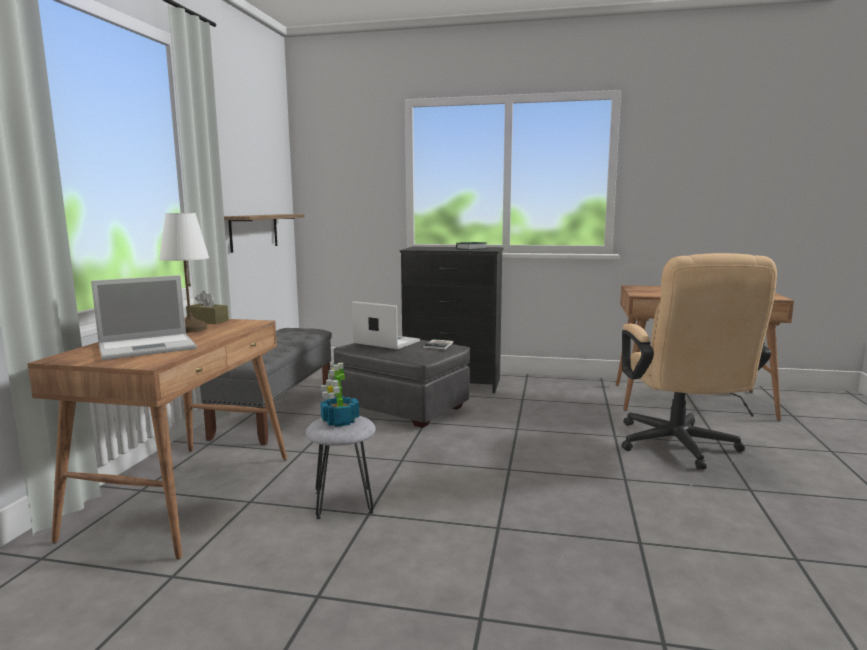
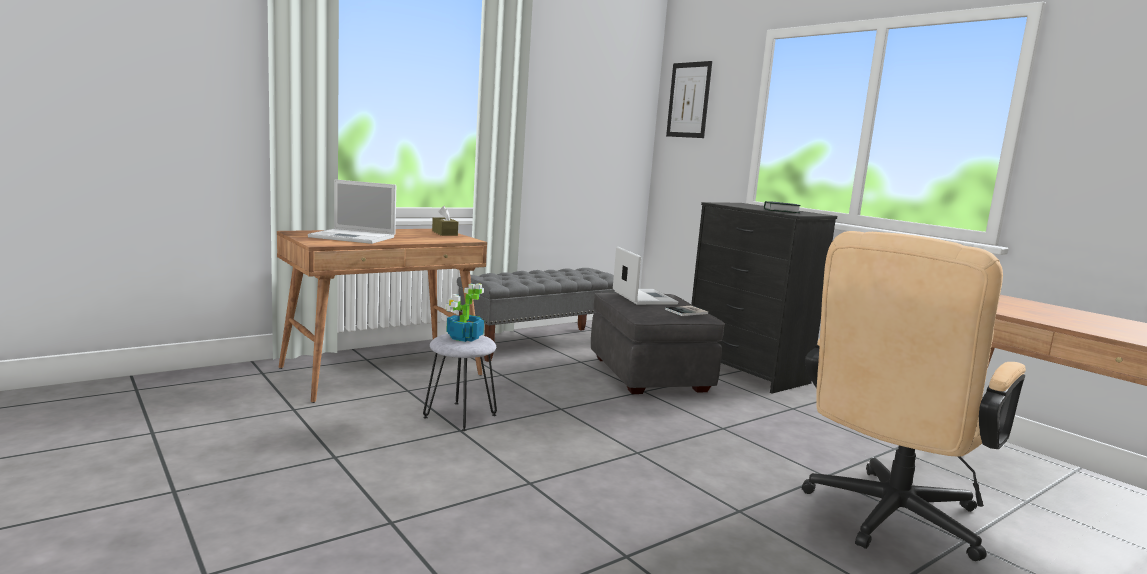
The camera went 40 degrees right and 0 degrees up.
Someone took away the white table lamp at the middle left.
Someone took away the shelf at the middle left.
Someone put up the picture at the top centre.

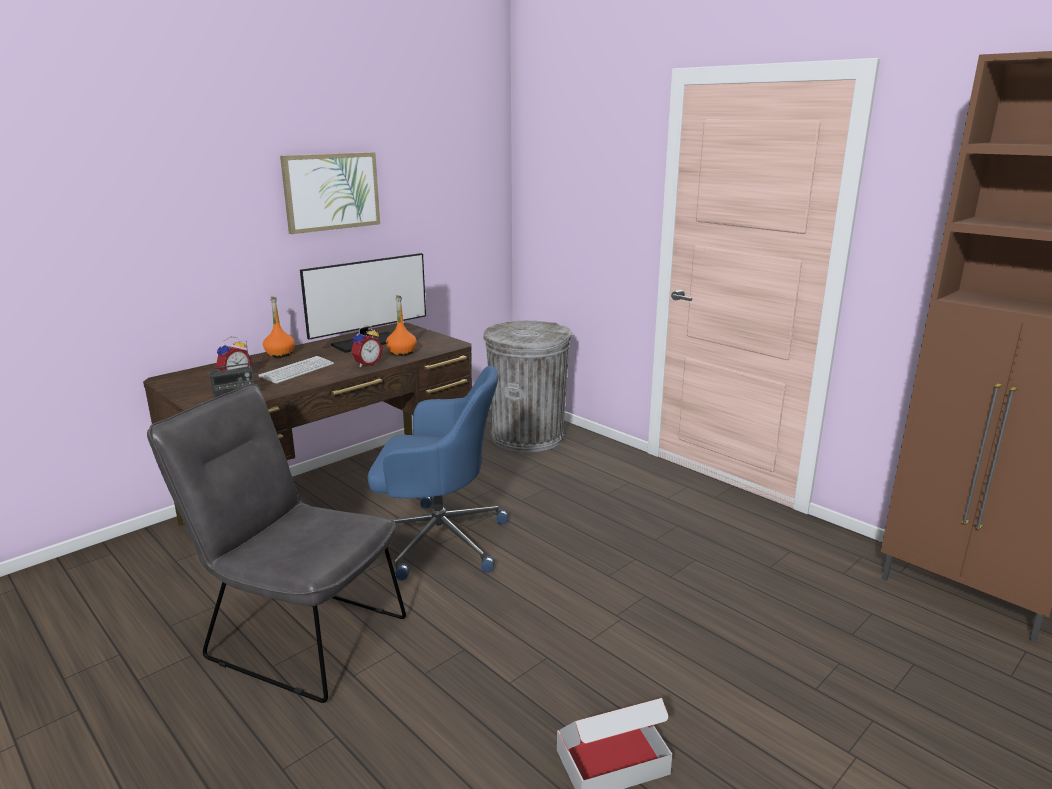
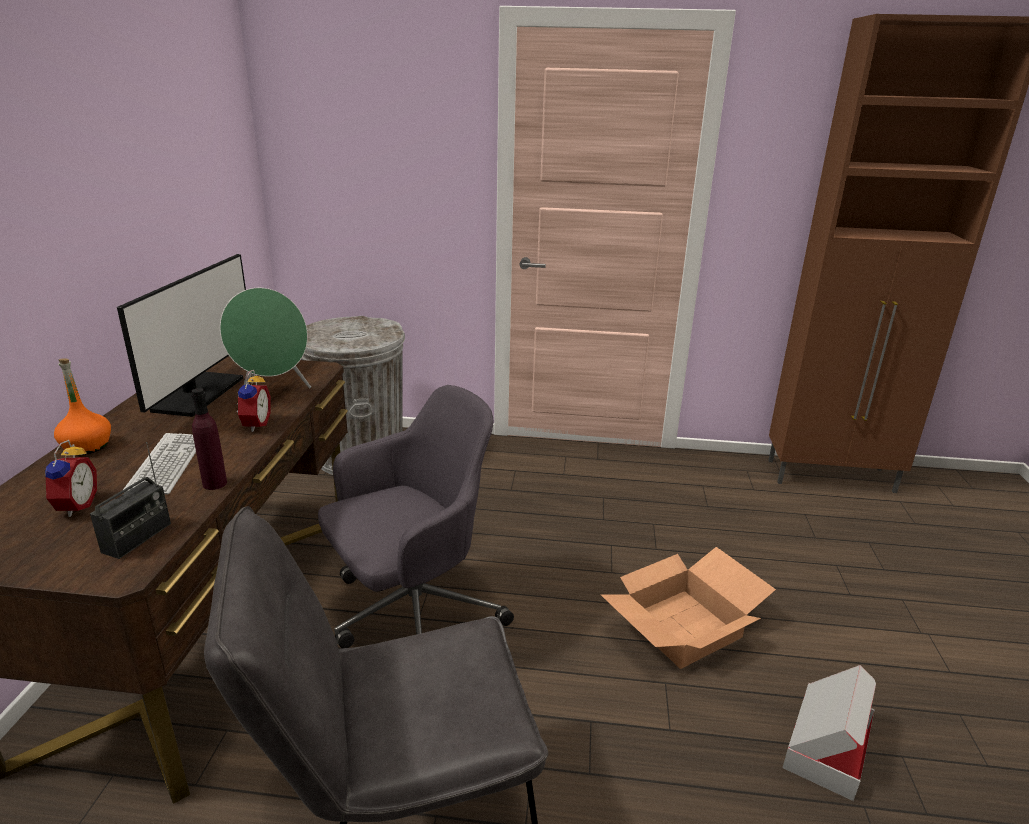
The camera went 40 degrees left and 5 degrees up.
Someone took away the picture at the top left.
Someone repainted the blue office chair at the centre, which became the grey office chair at the centre.
Someone swapped the orange bottle (no. 2 from left) at the centre for the green speaker at the middle left.
Someone put down the purple bottle at the middle left.
Someone put down the cardboard box (no. 1 from left) at the bottom right.

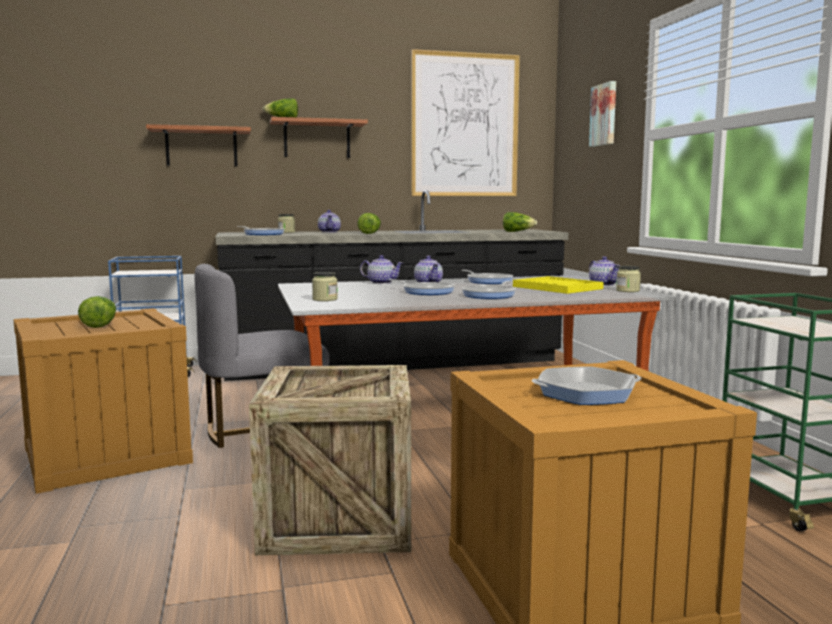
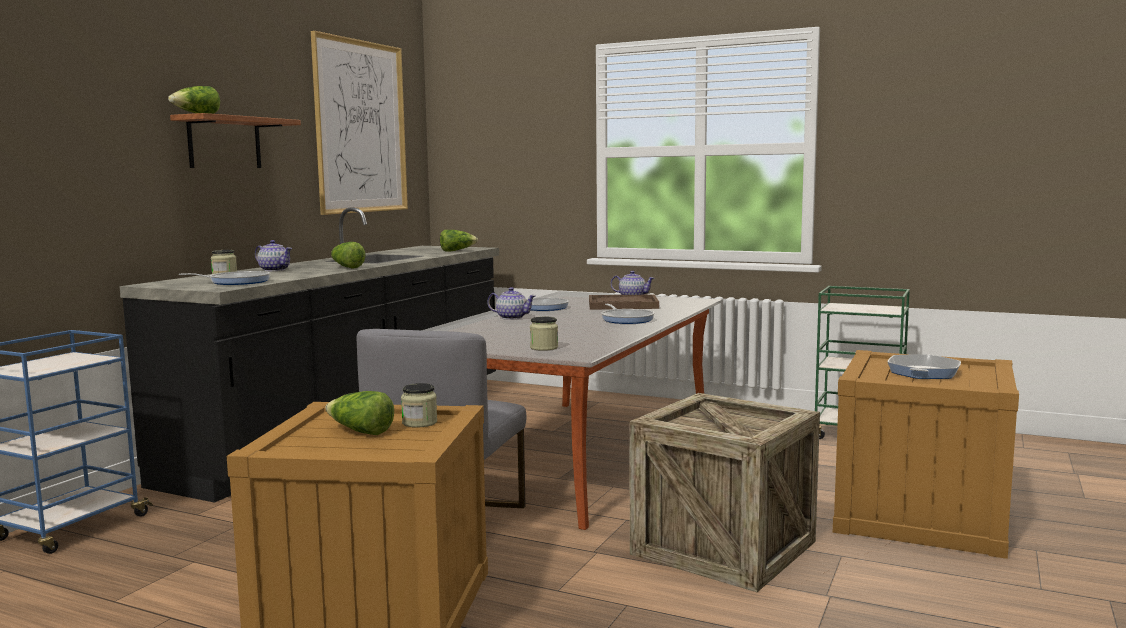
The camera went 50 degrees left and 0 degrees up.
Someone took away the shelf (no. 1 from left) at the top left.
Someone took away the teapot (no. 2 from left) at the centre.
Someone took away the frying pan (no. 2 from left) at the centre.
Someone repainted the yellow tray at the middle right, which became the brown tray at the centre.
Someone took away the picture (no. 2 from left) at the top right.
Someone carried the jar (no. 3 from left in the first image) from the middle right to the centre.

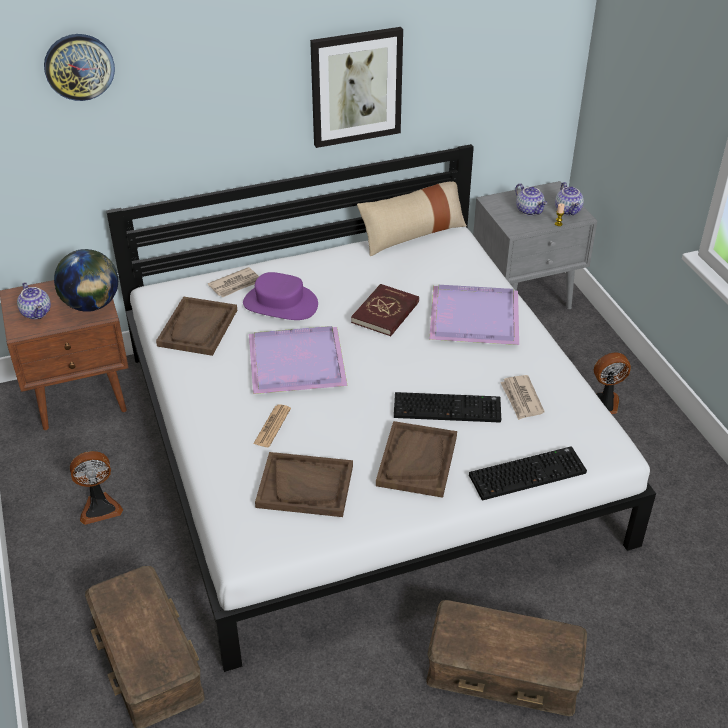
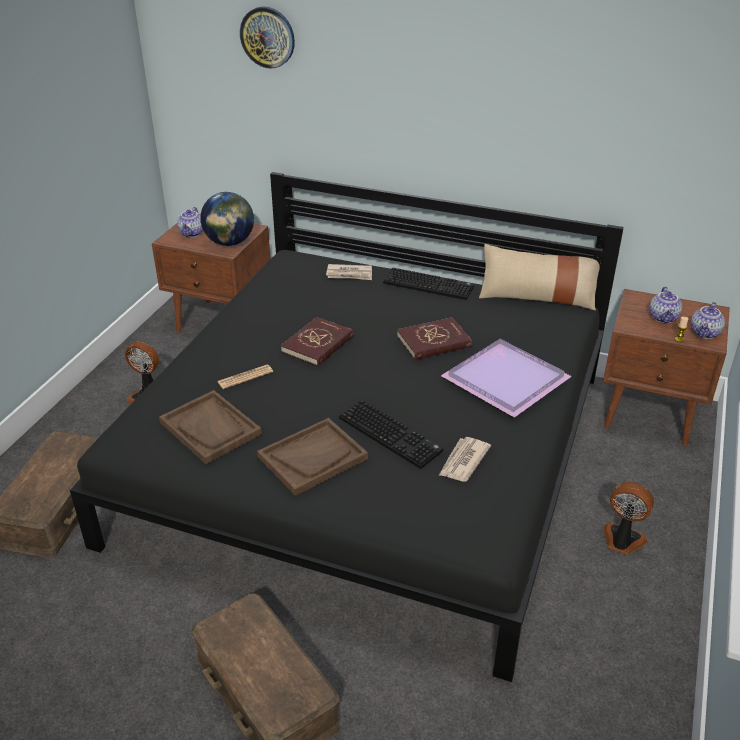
The camera went 40 degrees right and 5 degrees down.
Someone repainted the white bed at the centre, which became the black bed at the centre.
Someone took away the brown tray (no. 1 from left) at the middle left.
Someone took away the purple hat at the centre.
Someone swapped the purple tray (no. 1 from left) at the centre for the red book (no. 1 from left) at the centre.
Someone took away the picture at the top centre.
Someone carried the keyboard (no. 2 from left) from the middle right to the centre.
Someone repainted the grey nightstand at the middle right, which became the brown nightstand (no. 2 from left) at the middle right.

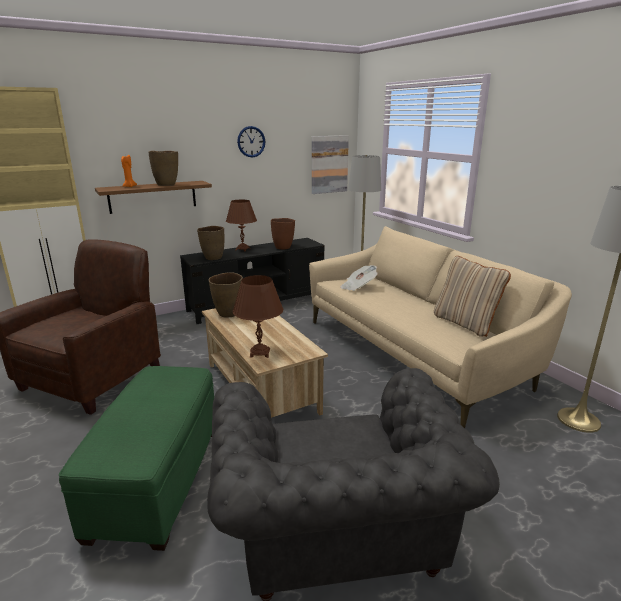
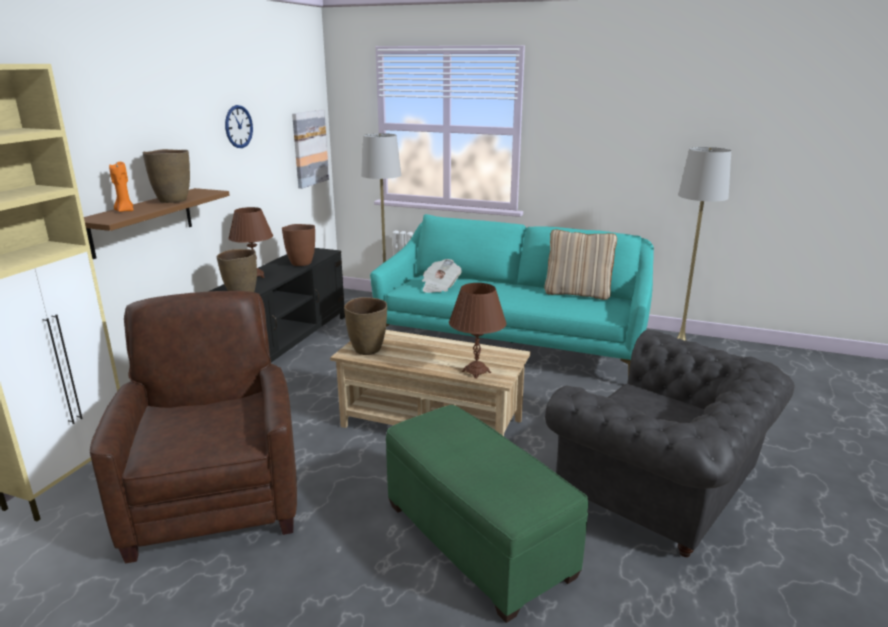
The camera went 40 degrees left and 0 degrees up.
Someone repainted the beige sofa at the middle right, which became the turquoise sofa at the centre.

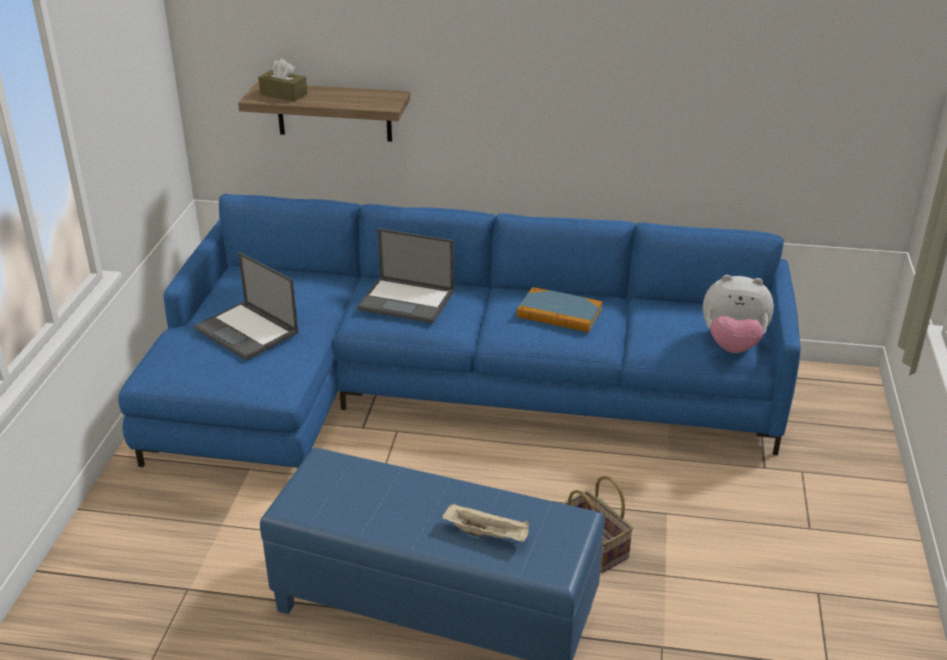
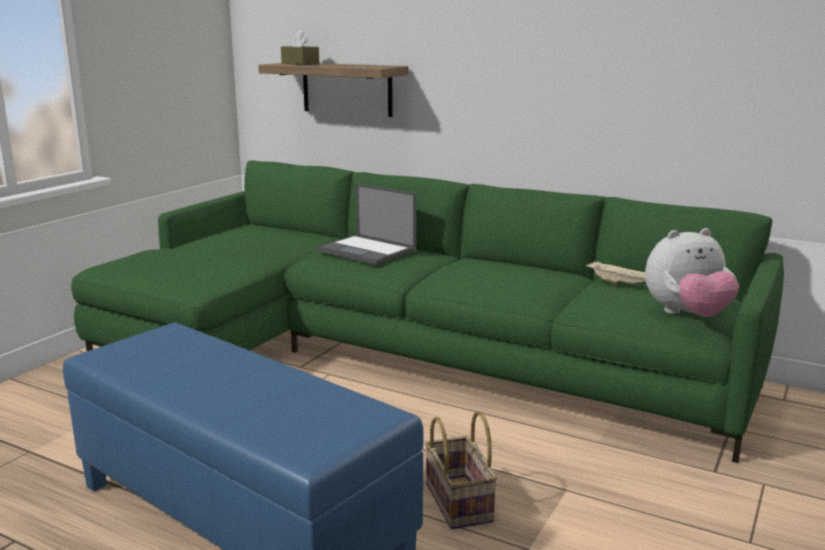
The camera went 20 degrees right and 15 degrees down.
Someone repainted the blue sofa at the centre, which became the green sofa at the centre.
Someone took away the laptop (no. 1 from left) at the middle left.
Someone carried the beige tray from the bottom centre to the middle right.
Someone took away the book at the centre.
Someone rotated the plush toy at the middle right by 45 degrees counterclockwise.

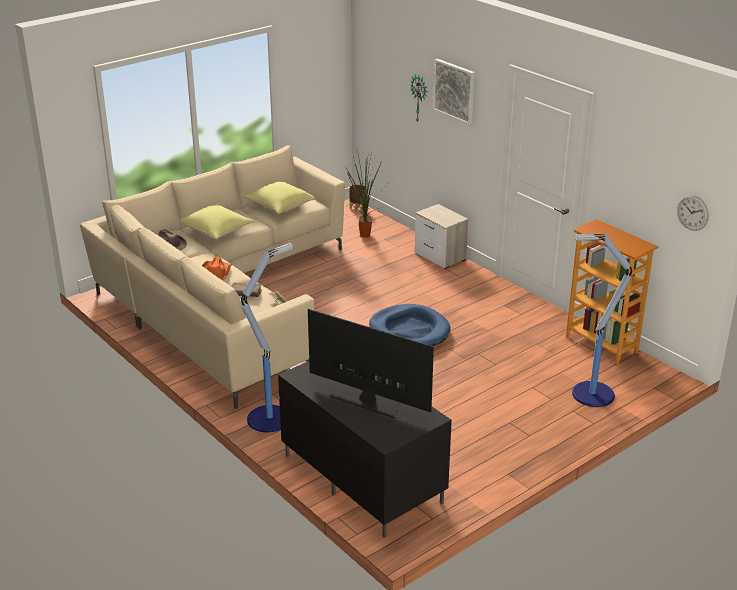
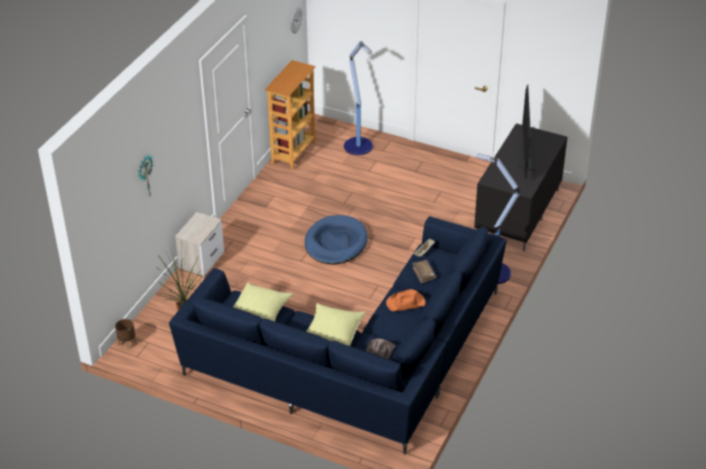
The camera went 115 degrees left and 10 degrees up.
Someone repainted the beige sofa at the middle left, which became the blue sofa at the bottom centre.
Someone took away the picture at the top centre.

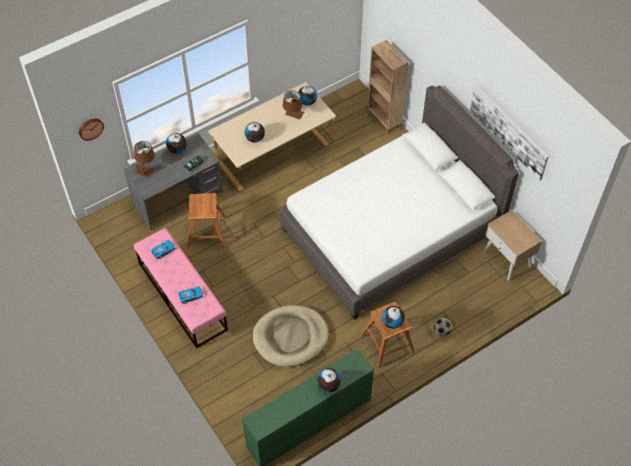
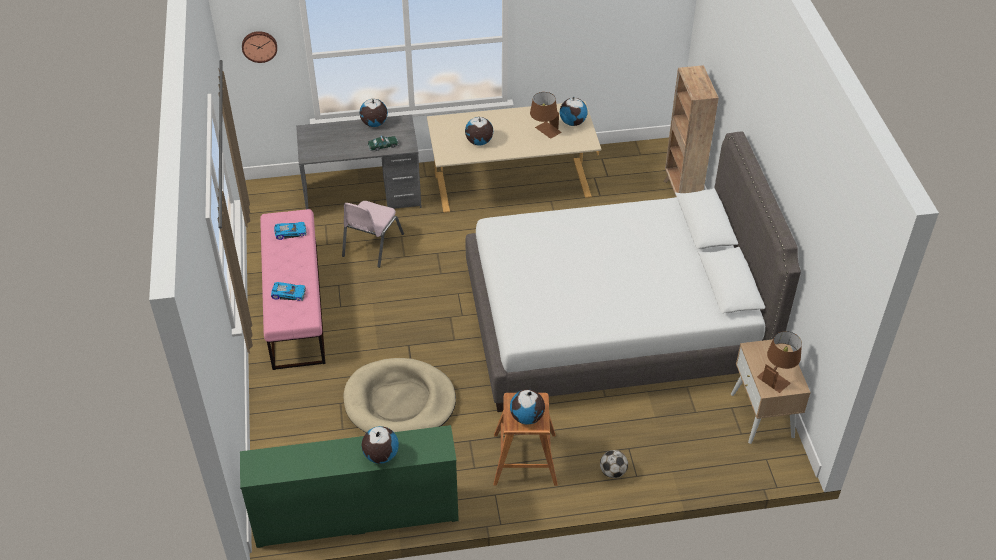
The camera went 25 degrees right and 10 degrees down.
Someone carried the brown table lamp (no. 1 from left in the first image) from the middle left to the middle right.
Someone swapped the brown stool (no. 1 from left) at the middle left for the pink chair at the centre.
Someone took away the picture at the top right.

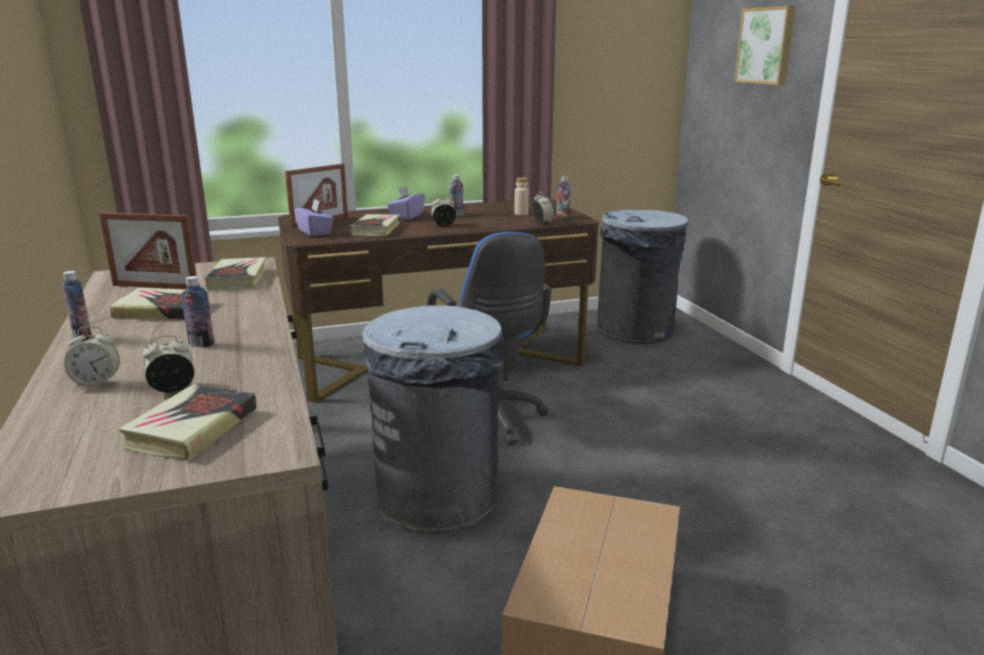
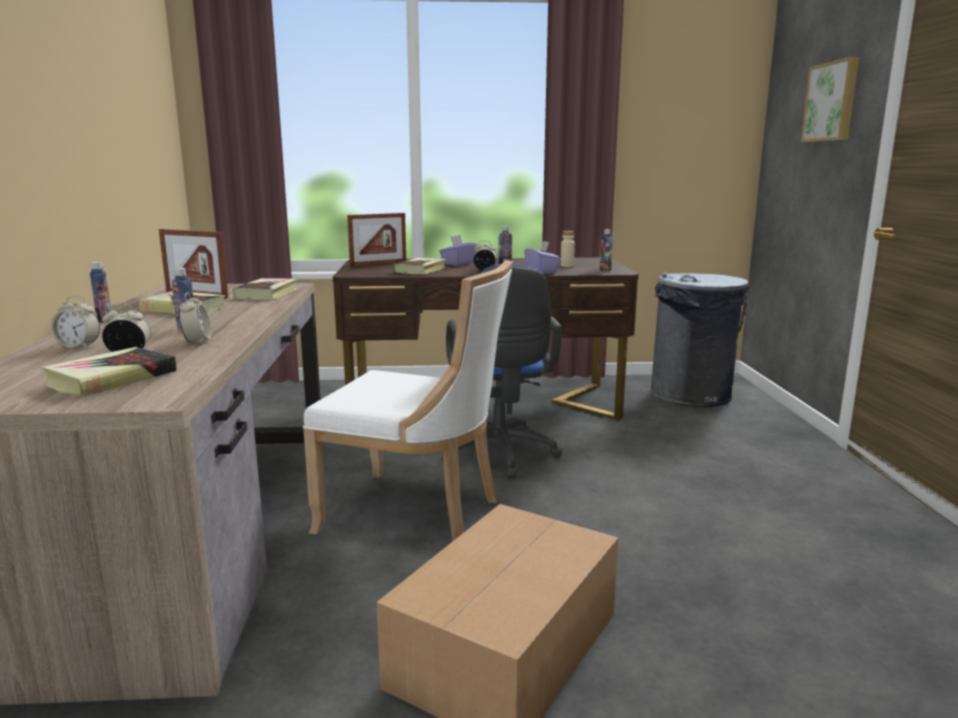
The camera went 15 degrees right and 5 degrees down.
Someone carried the purple tissue box (no. 1 from left in the first image) from the top left to the centre.
Someone swapped the grey trash can (no. 1 from left) at the centre for the white chair at the centre.
Someone carried the alarm clock (no. 4 from left in the first image) from the top centre to the middle left.

